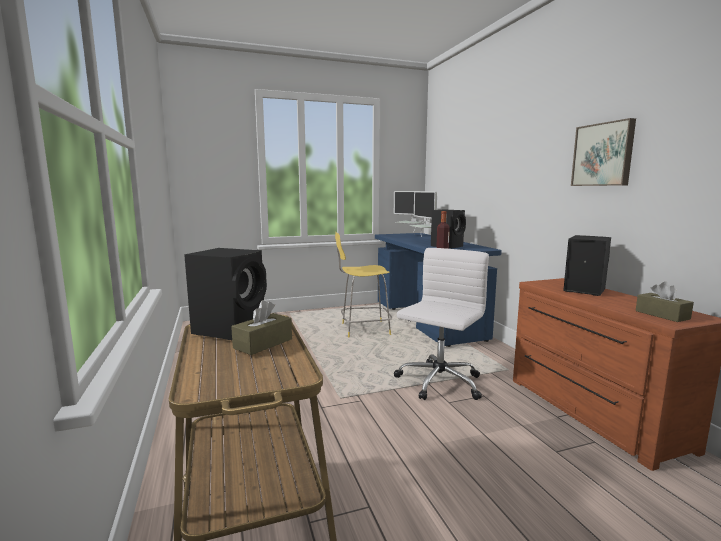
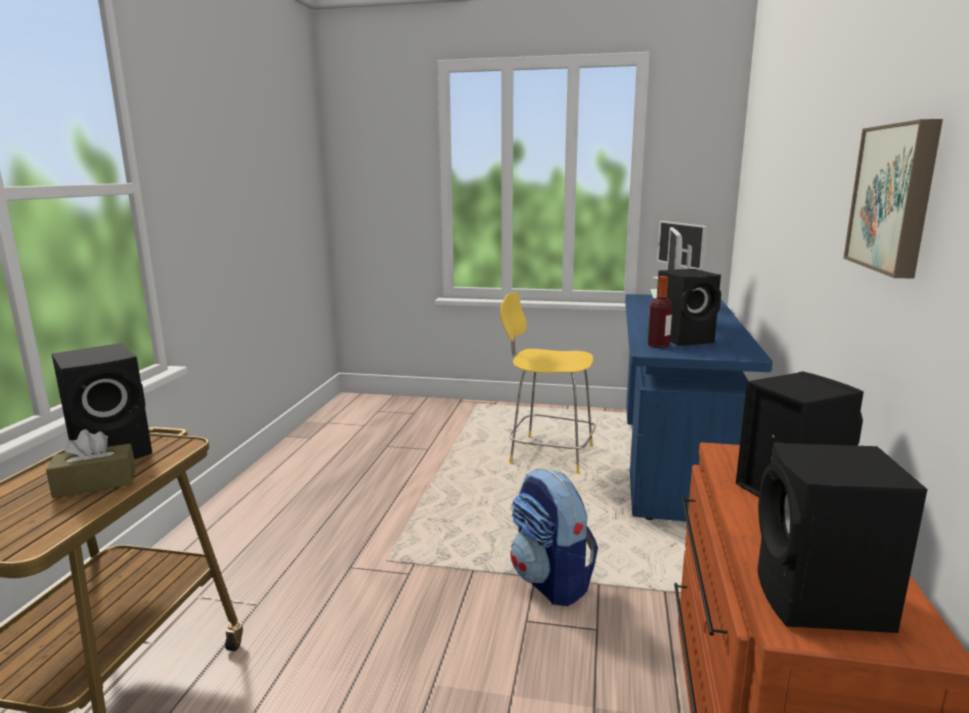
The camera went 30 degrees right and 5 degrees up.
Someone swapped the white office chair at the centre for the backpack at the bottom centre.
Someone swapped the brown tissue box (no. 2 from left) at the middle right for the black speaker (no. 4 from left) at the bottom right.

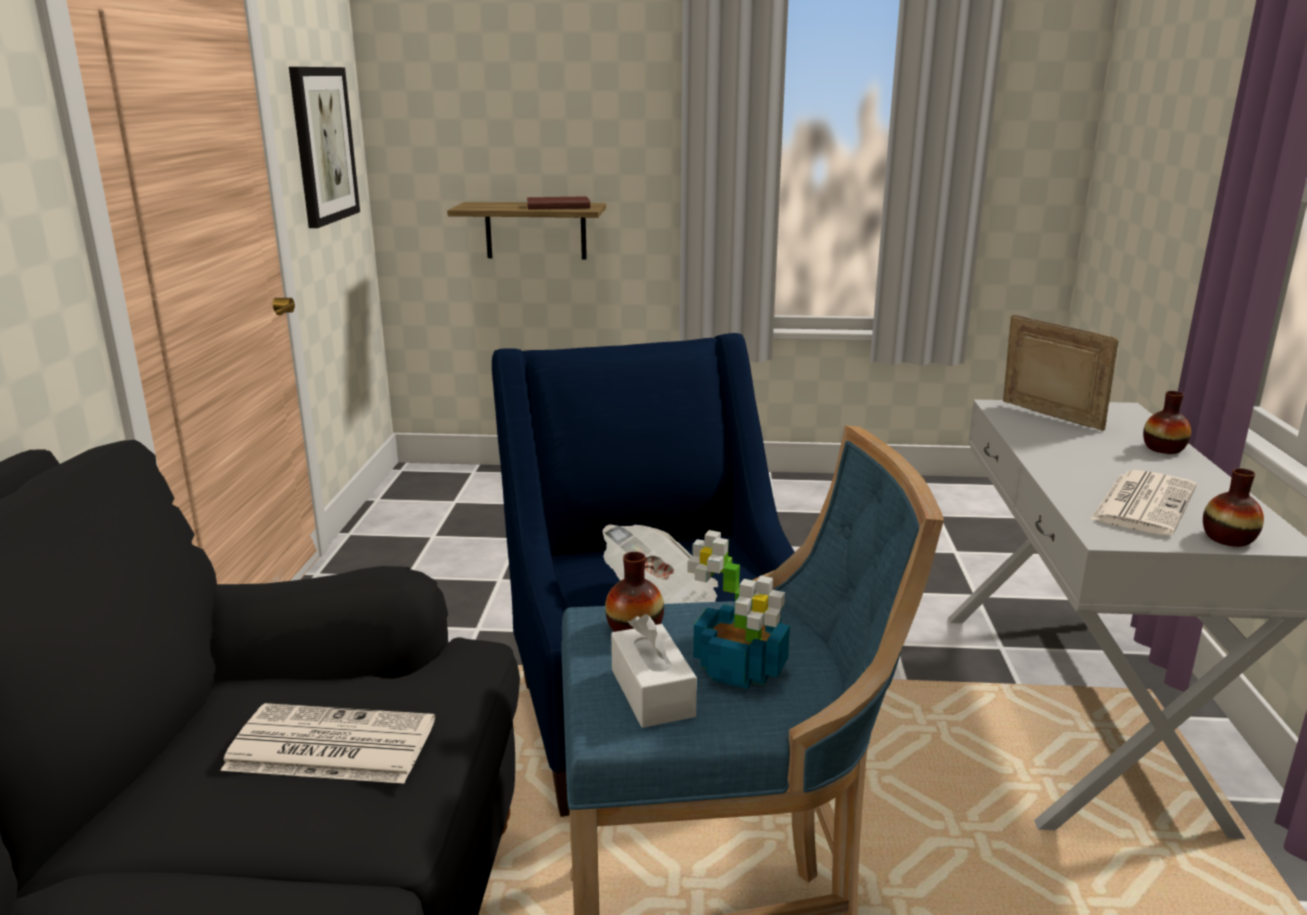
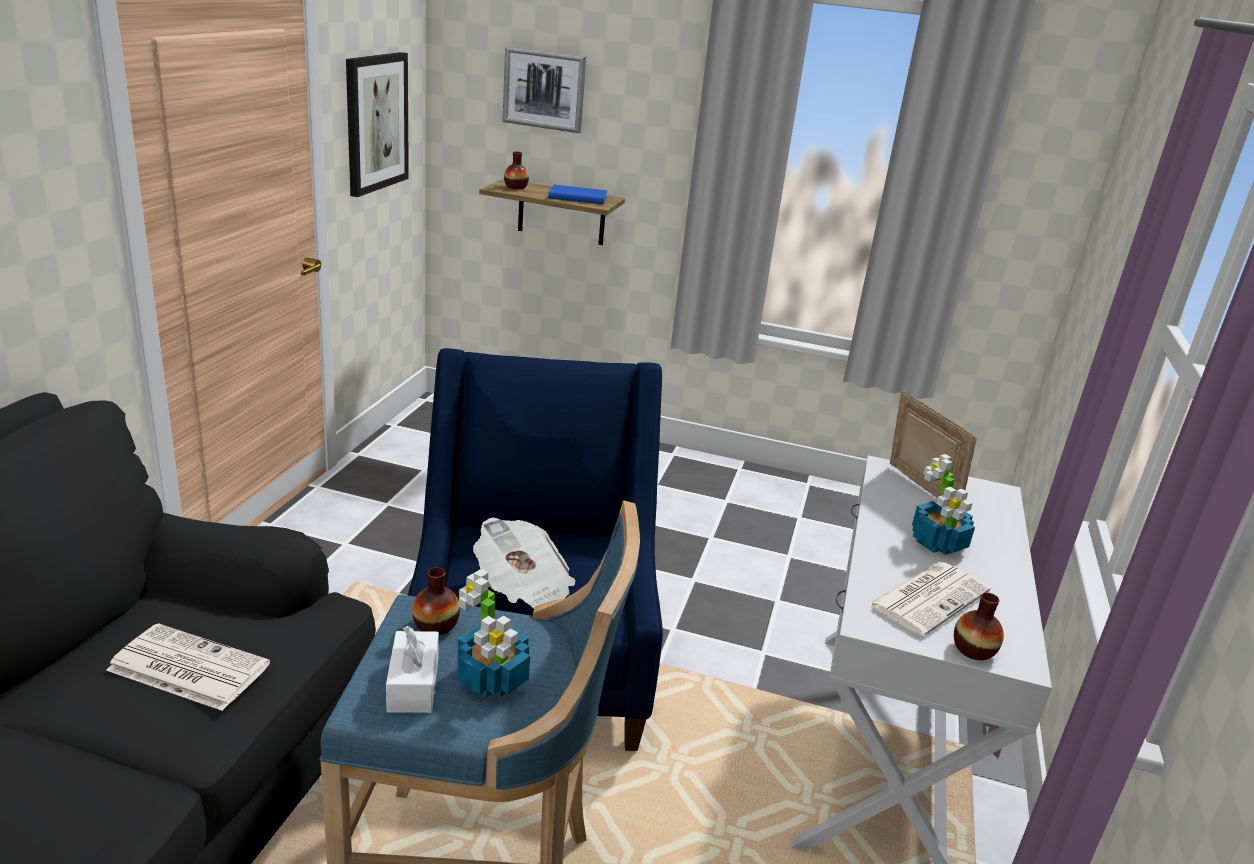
The camera went 10 degrees right and 5 degrees up.
Someone repainted the brown book at the top centre, which became the blue book at the top centre.
Someone carried the vase (no. 2 from left) from the middle right to the top centre.
Someone put up the picture (no. 2 from left) at the top centre.
Someone put down the potted plant (no. 2 from left) at the middle right.

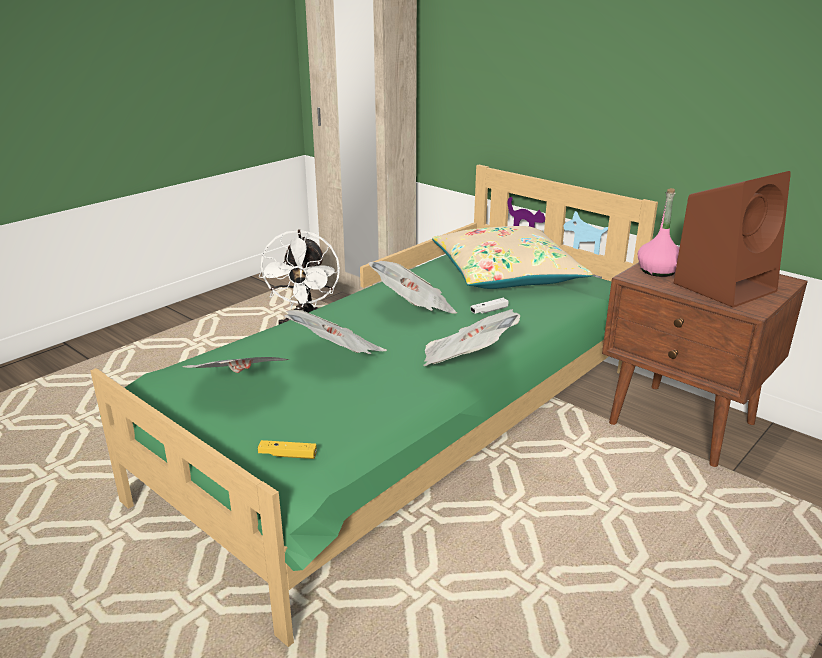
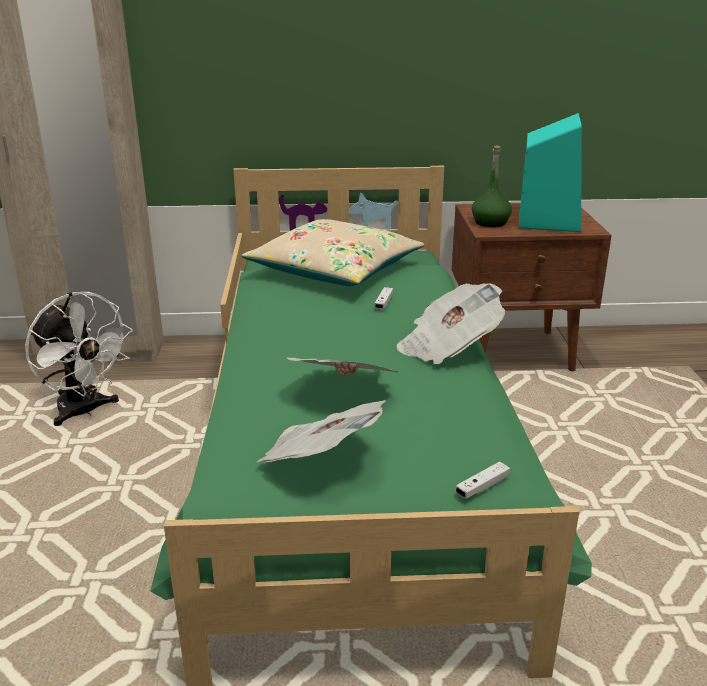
The camera went 45 degrees left and 0 degrees up.
Someone repainted the yellow game controller at the bottom centre, which became the white game controller (no. 2 from left) at the bottom right.
Someone took away the newspaper (no. 3 from left) at the centre.
Someone repainted the pink bottle at the middle right, which became the green bottle at the top right.
Someone repainted the brown speaker at the middle right, which became the turquoise speaker at the top right.

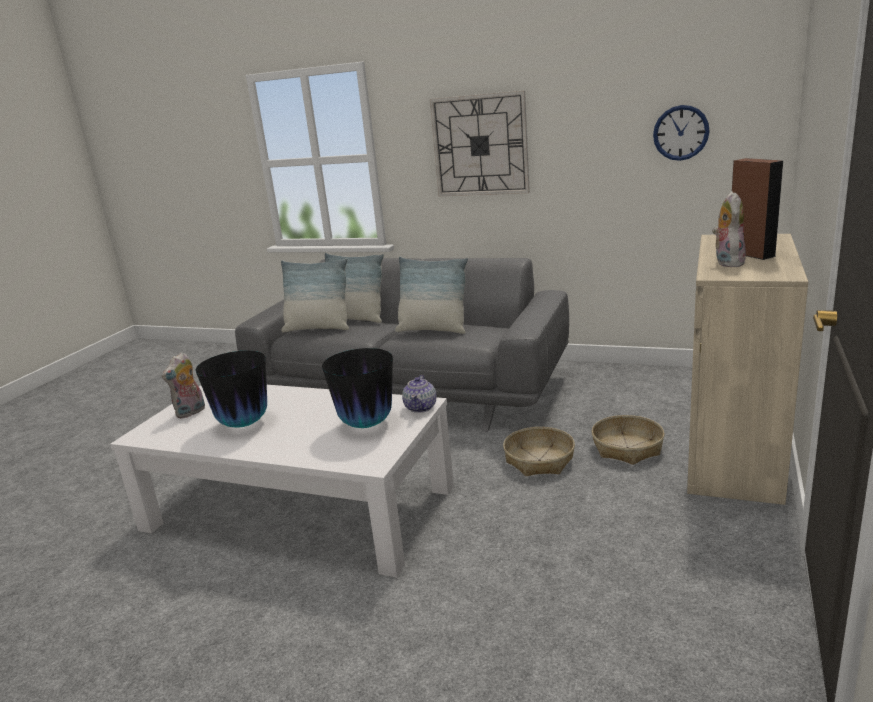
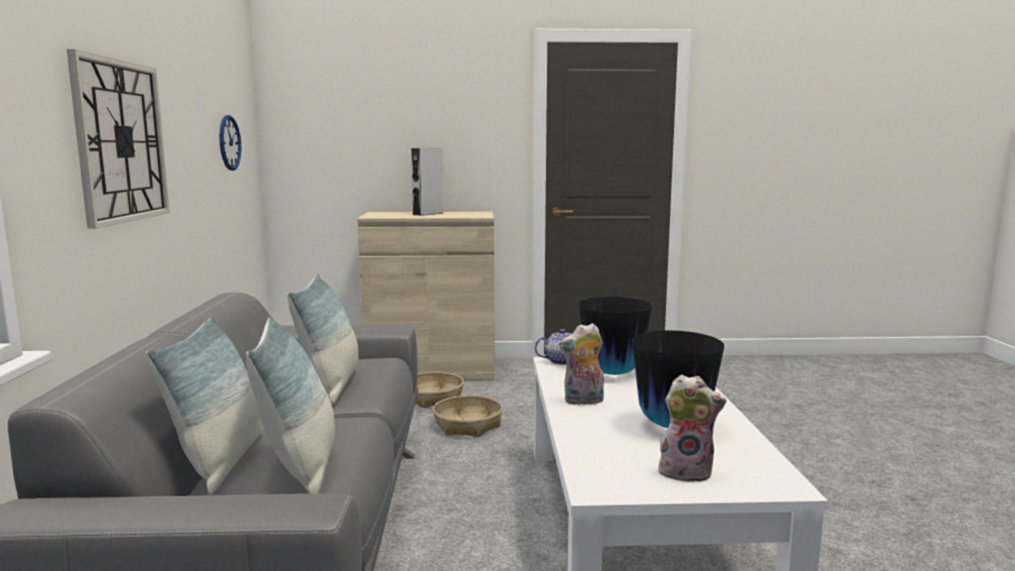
The camera went 115 degrees left and 10 degrees down.
Someone carried the plush toy (no. 2 from left in the first image) from the top right to the centre.
Someone repainted the brown speaker at the top right, which became the grey speaker at the top centre.

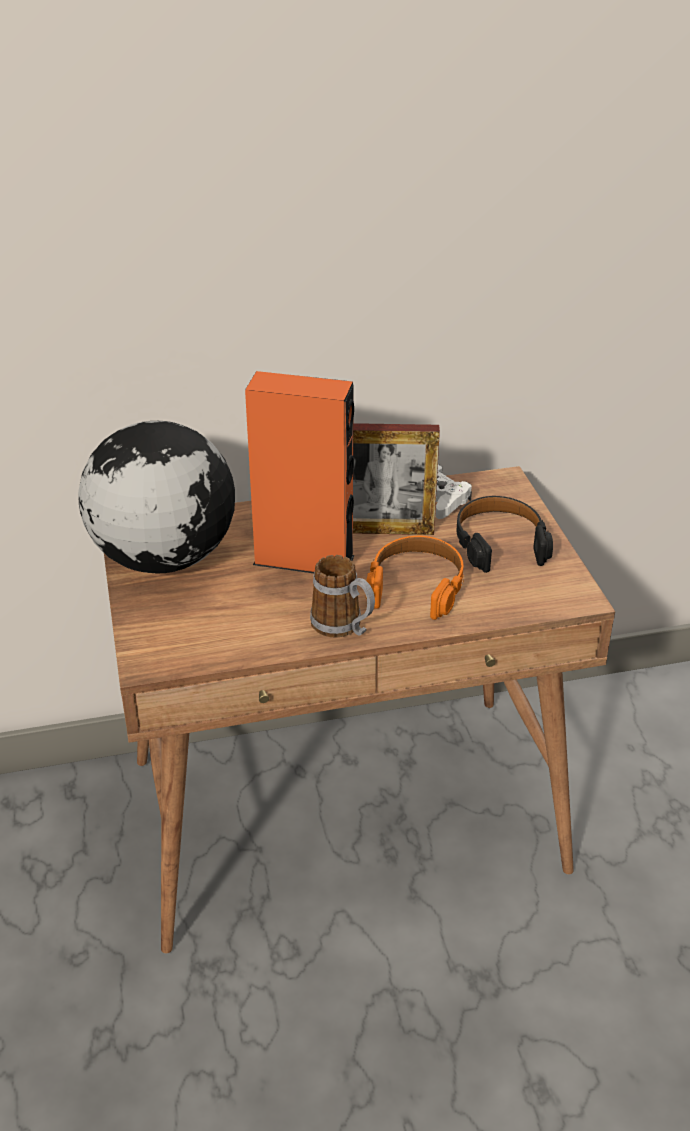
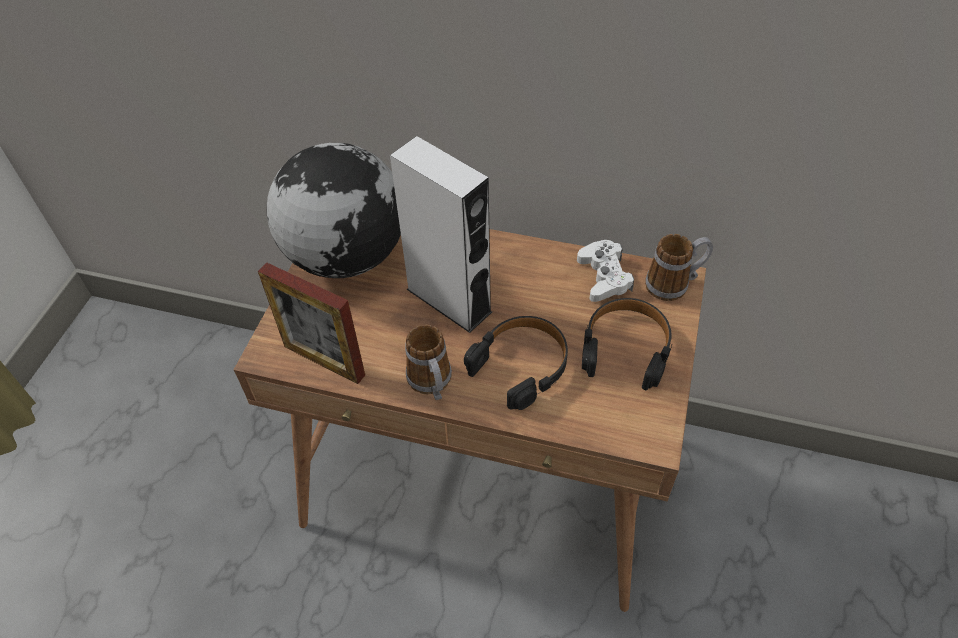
The camera went 30 degrees right and 15 degrees up.
Someone repainted the orange speaker at the centre, which became the white speaker at the centre.
Someone carried the picture frame from the centre to the middle left.
Someone repainted the orange headphones at the centre, which became the black headphones (no. 1 from left) at the centre.
Someone put down the mug (no. 2 from left) at the middle right.

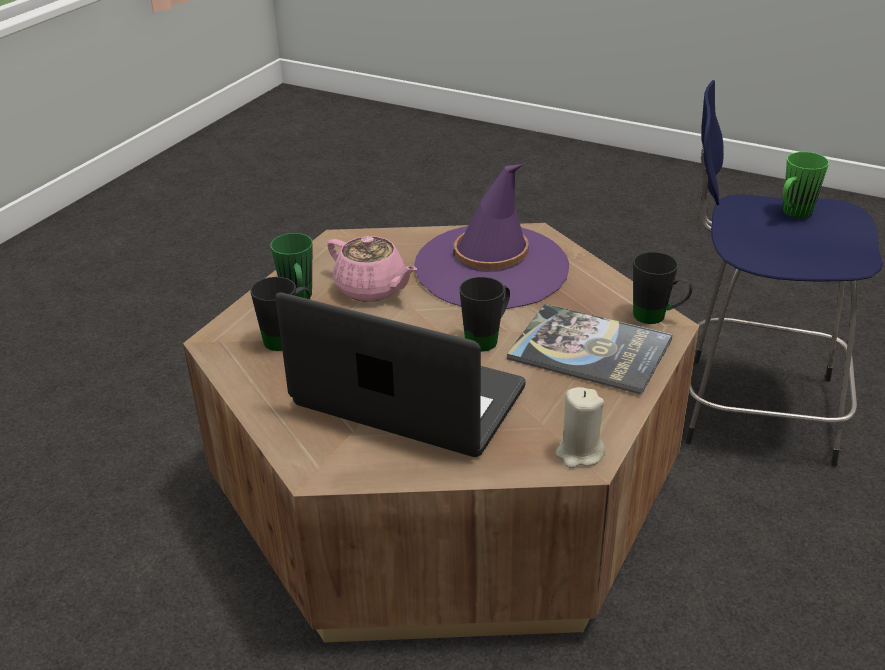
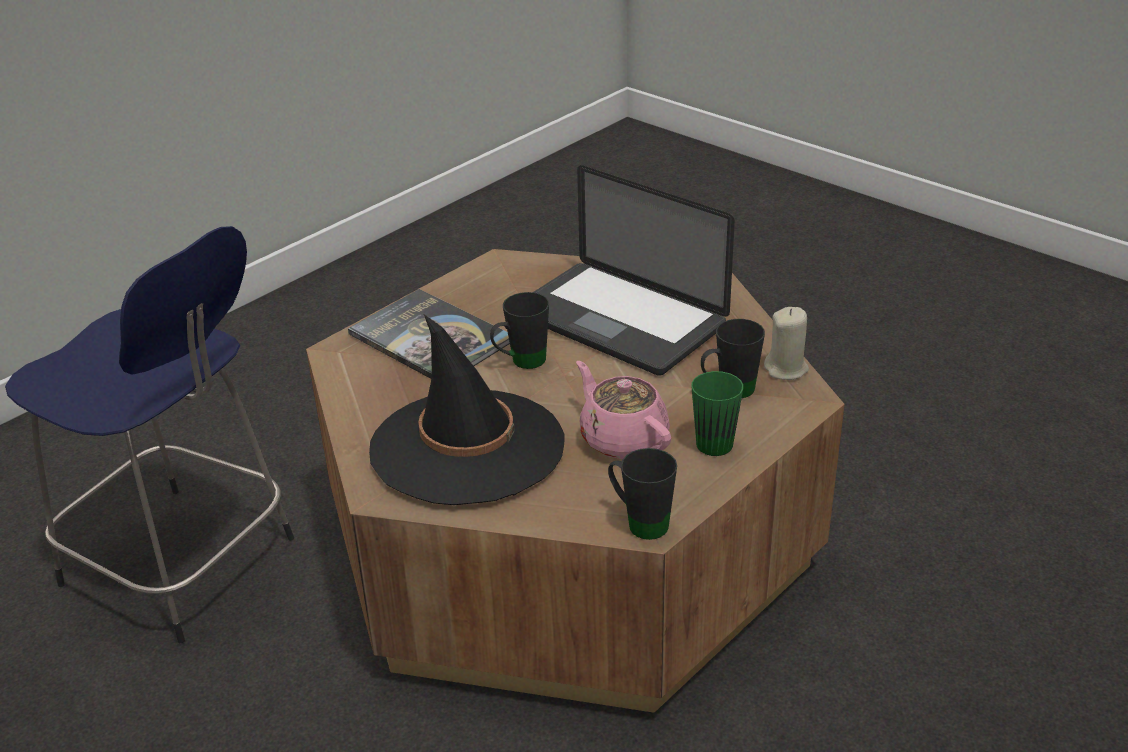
The camera went 165 degrees left and 0 degrees up.
Someone repainted the purple hat at the centre, which became the black hat at the centre.
Someone carried the beige candle from the centre to the middle right.
Someone carried the black mug (no. 3 from left in the first image) from the middle right to the centre.
Someone took away the green mug (no. 2 from left) at the top right.

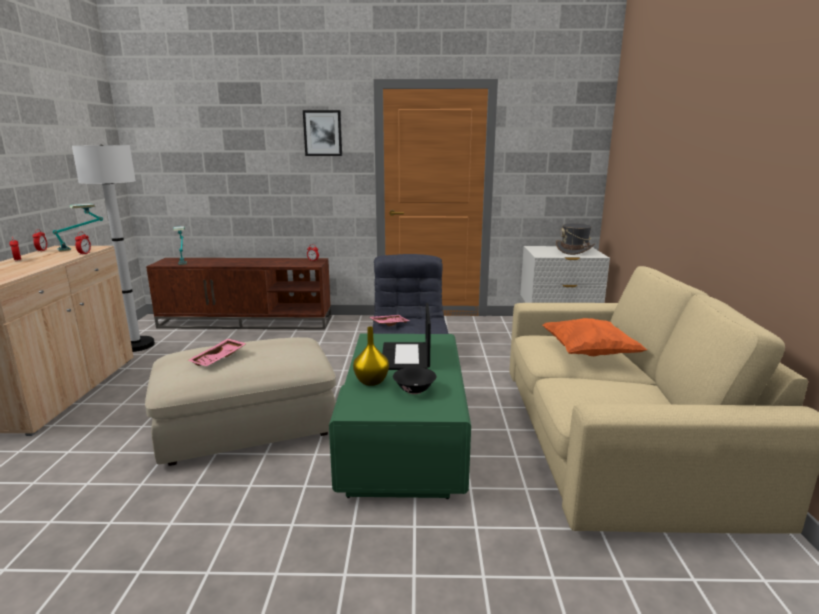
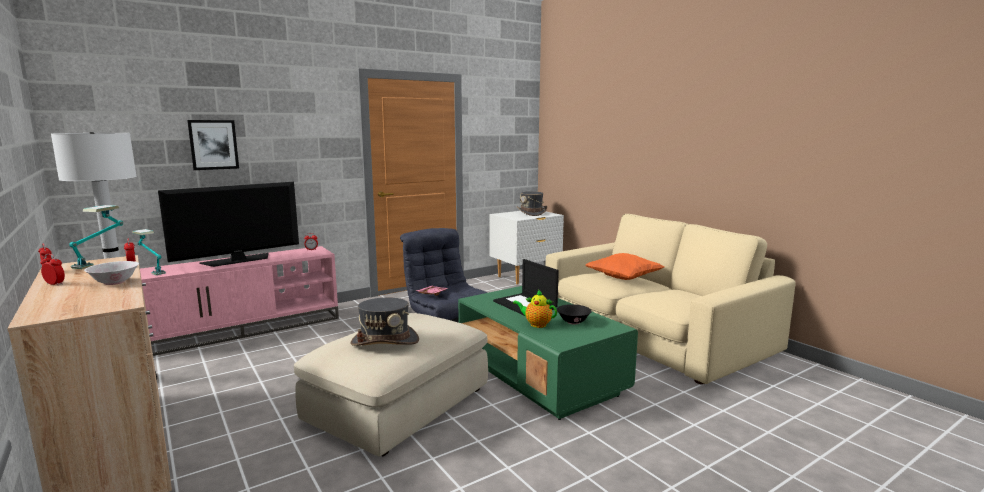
The camera went 35 degrees left and 5 degrees down.
Someone repainted the brown tv stand at the middle left, which became the pink tv stand at the middle left.
Someone swapped the pink tray (no. 1 from left) at the middle left for the grey hat (no. 1 from left) at the centre.
Someone carried the picture from the top centre to the top left.
Someone swapped the yellow vase at the centre for the teapot at the centre.
Someone put down the white bowl at the middle left.
Someone put down the television at the middle left.

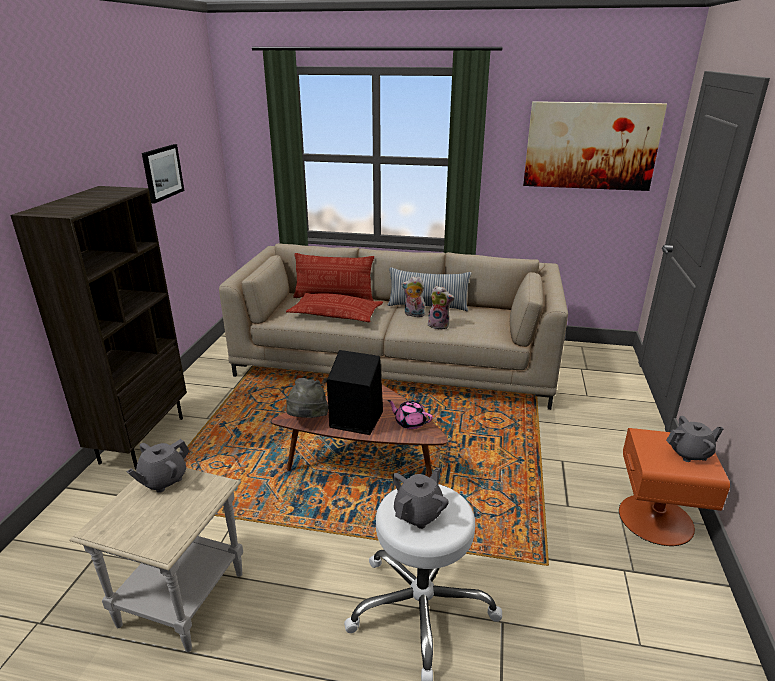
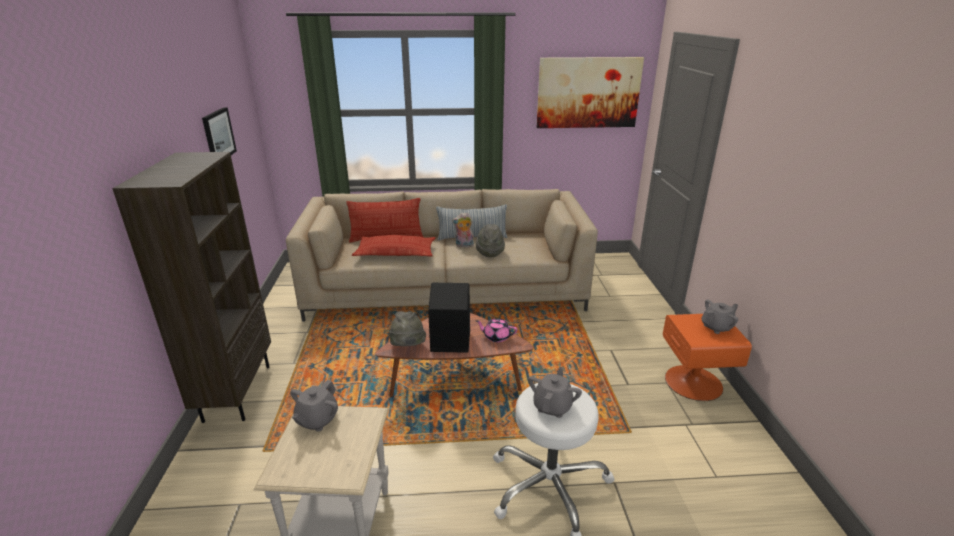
The camera went 15 degrees left and 0 degrees up.
Someone swapped the plush toy (no. 2 from left) at the centre for the grey hat (no. 2 from left) at the centre.

